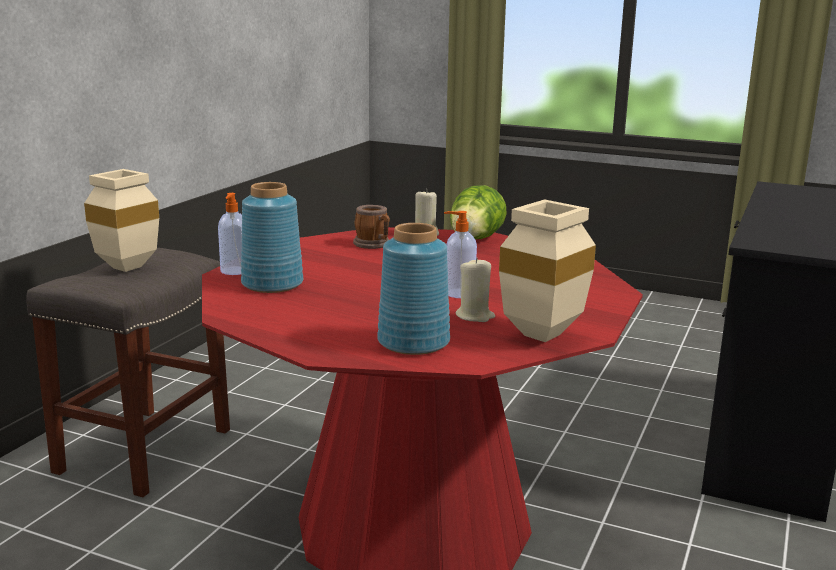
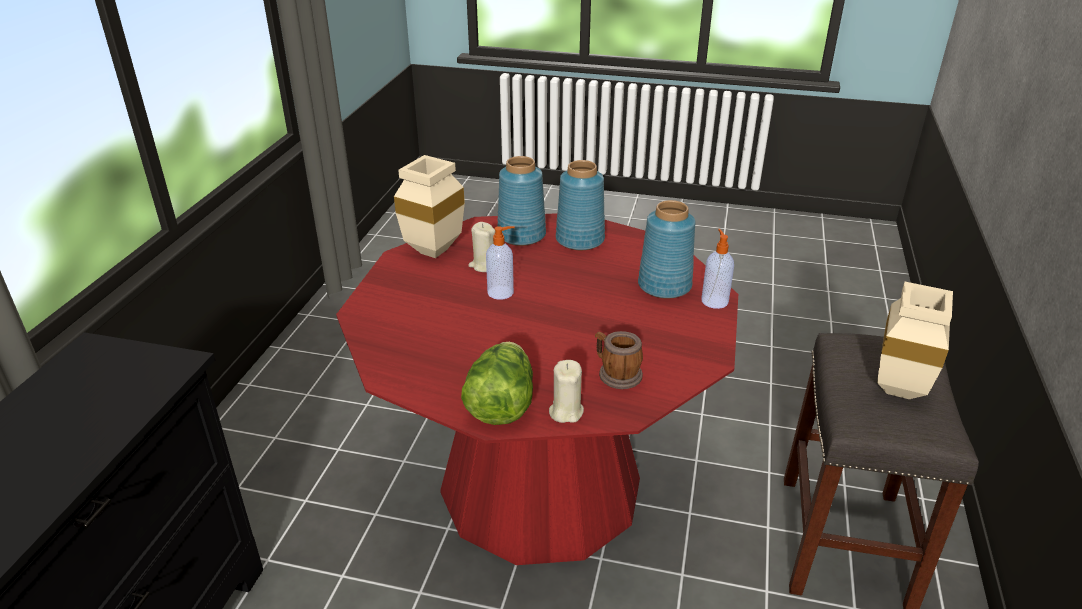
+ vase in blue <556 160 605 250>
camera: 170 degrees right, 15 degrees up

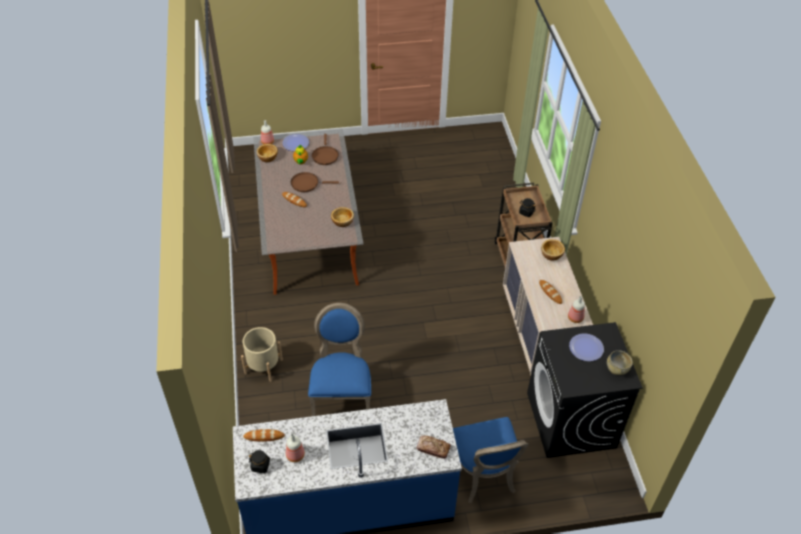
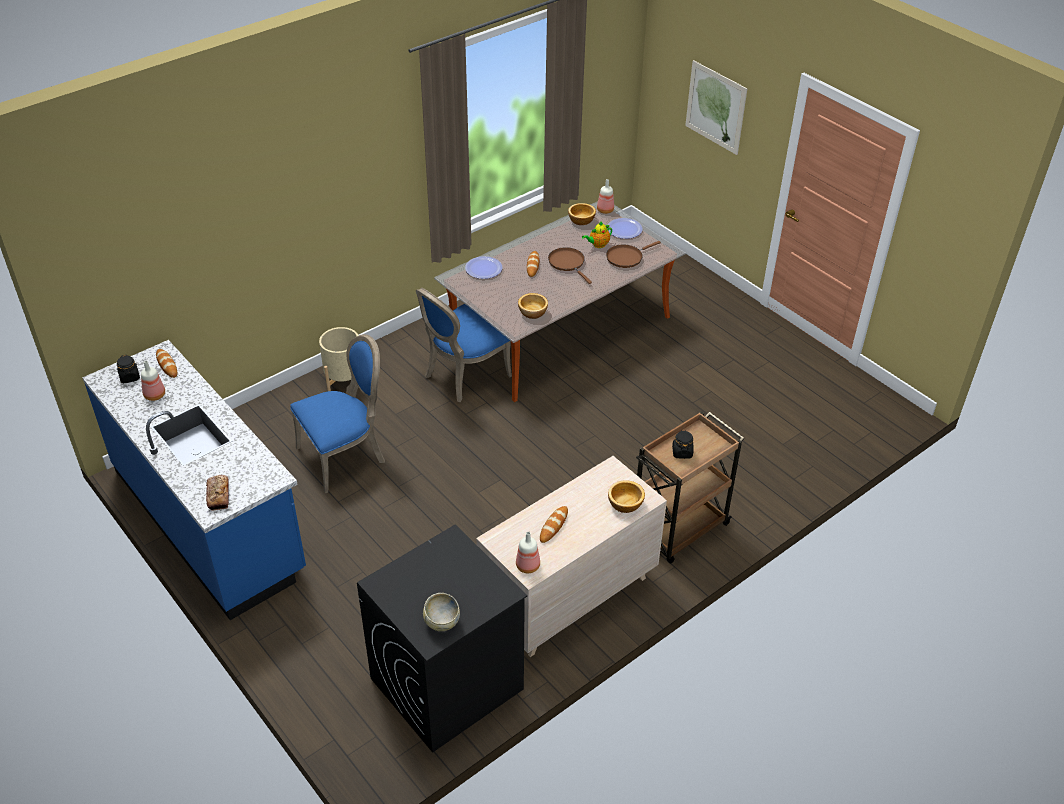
~ chair in blue <453 417 528 503> to <416 288 512 402>
~ plate <569 333 604 361> to <465 256 502 279>
+ picture <685 60 747 155>
camera: 60 degrees right, 5 degrees down

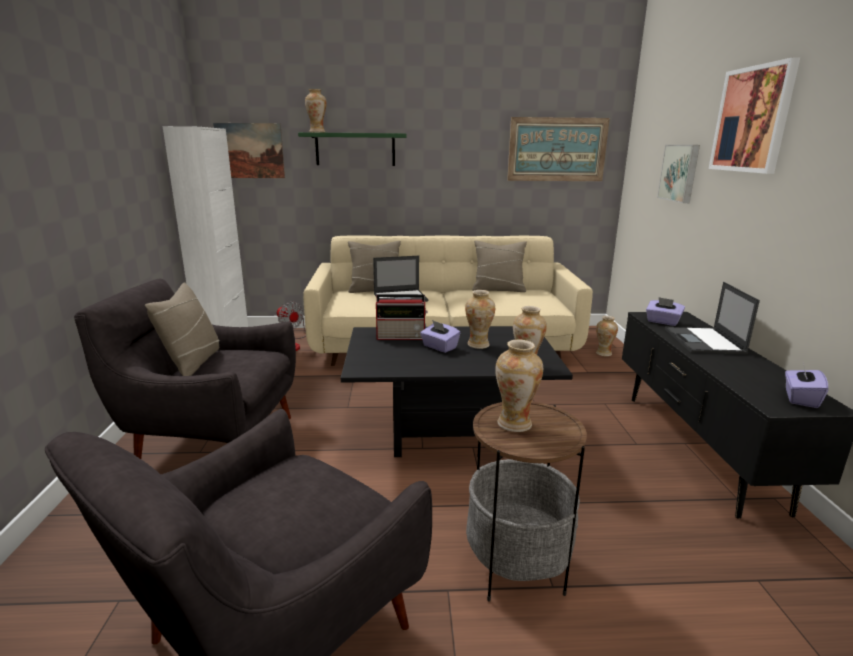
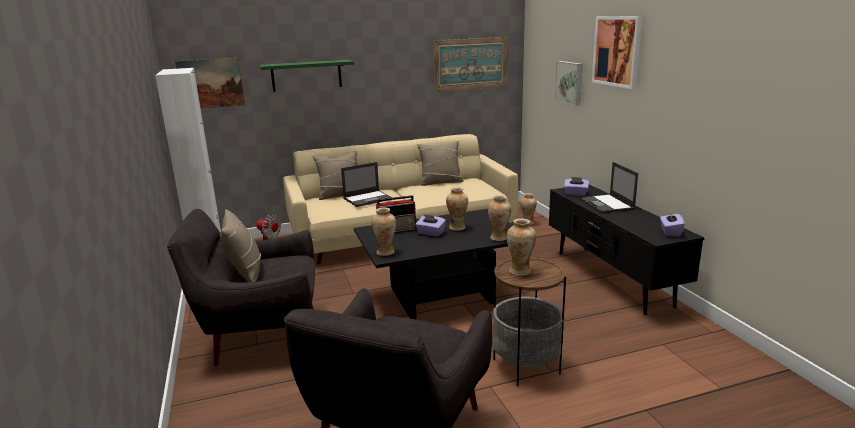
~ vase <305 89 327 133> to <371 208 396 256>
camera: 15 degrees left, 0 degrees up

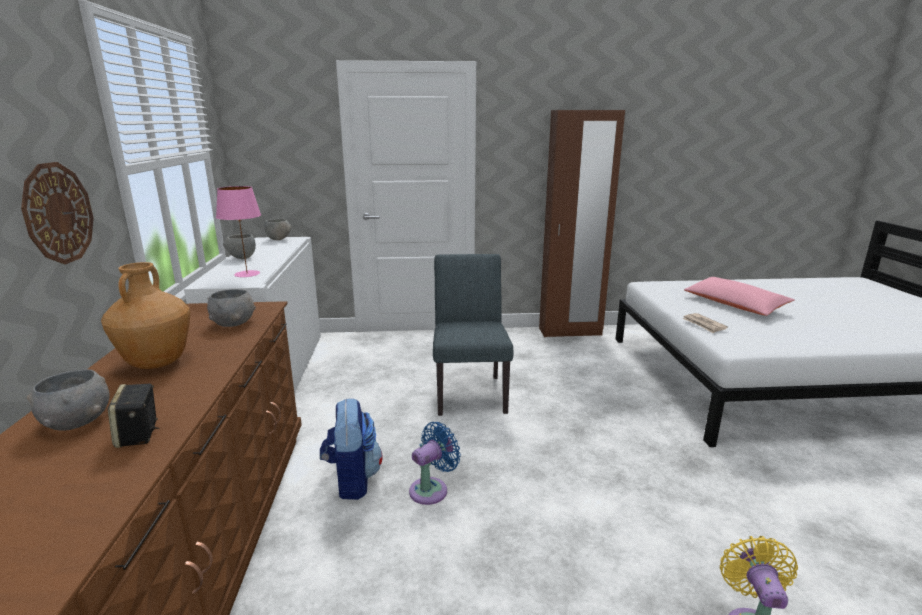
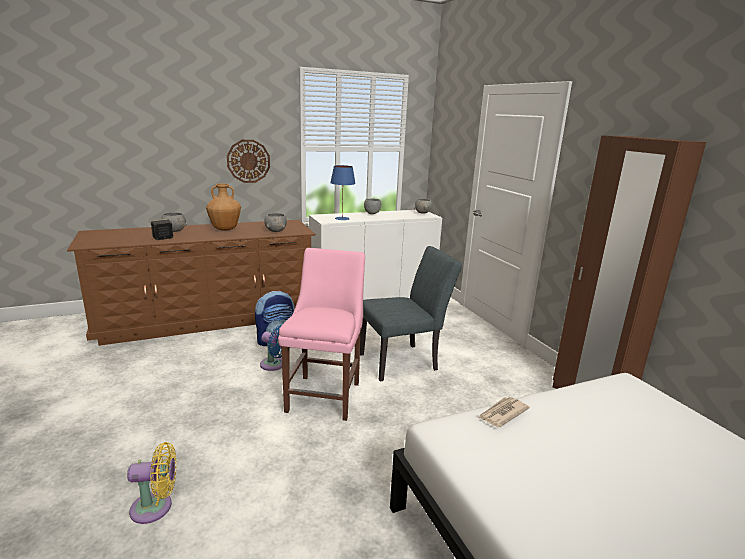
~ table lamp in pink <216 186 261 277> to table lamp in blue <330 165 356 220>
- pillow in pink <684 277 795 316>
+ chair in pink <278 248 365 421>
camera: 70 degrees right, 0 degrees up

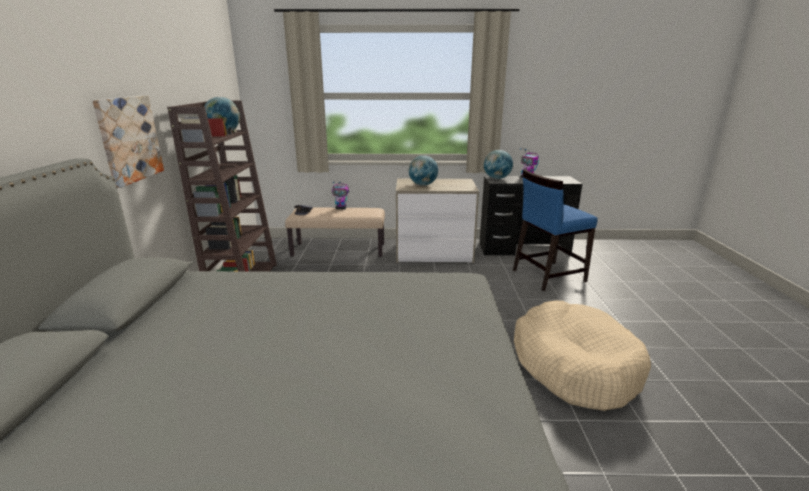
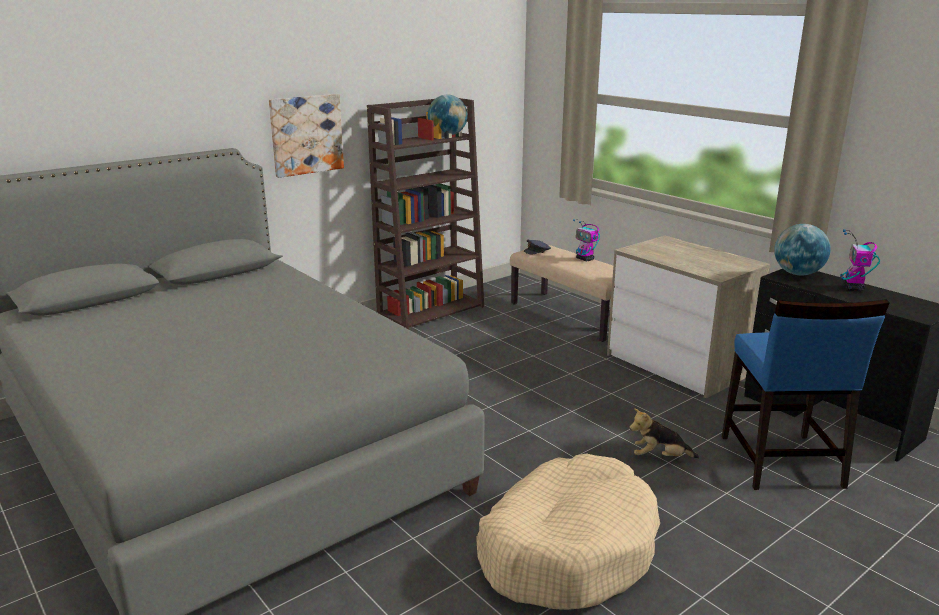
- globe <408 155 438 186>
~ chair in blue <513 169 598 291> = <722 299 890 490> 120 degrees counterclockwise
+ plush toy <630 408 699 458>
camera: 50 degrees right, 0 degrees up

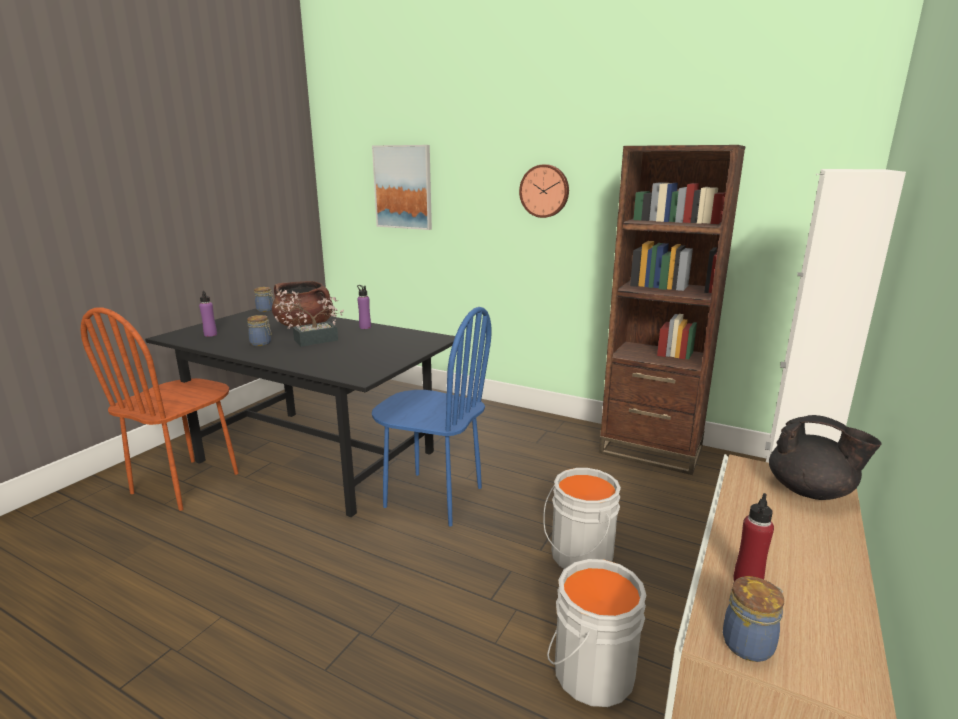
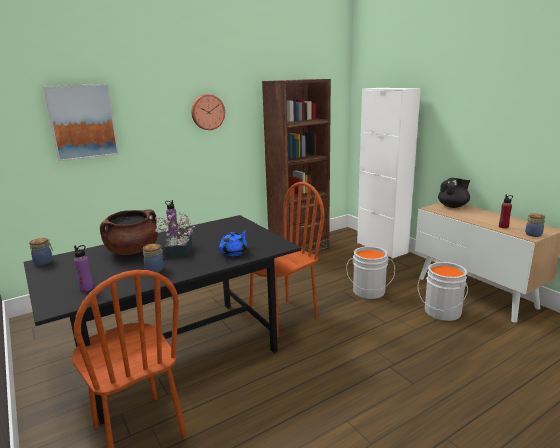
~ chair in blue <372 307 492 527> to chair in brown <250 182 324 337>
+ teapot in blue <219 229 247 256>
camera: 60 degrees left, 0 degrees up

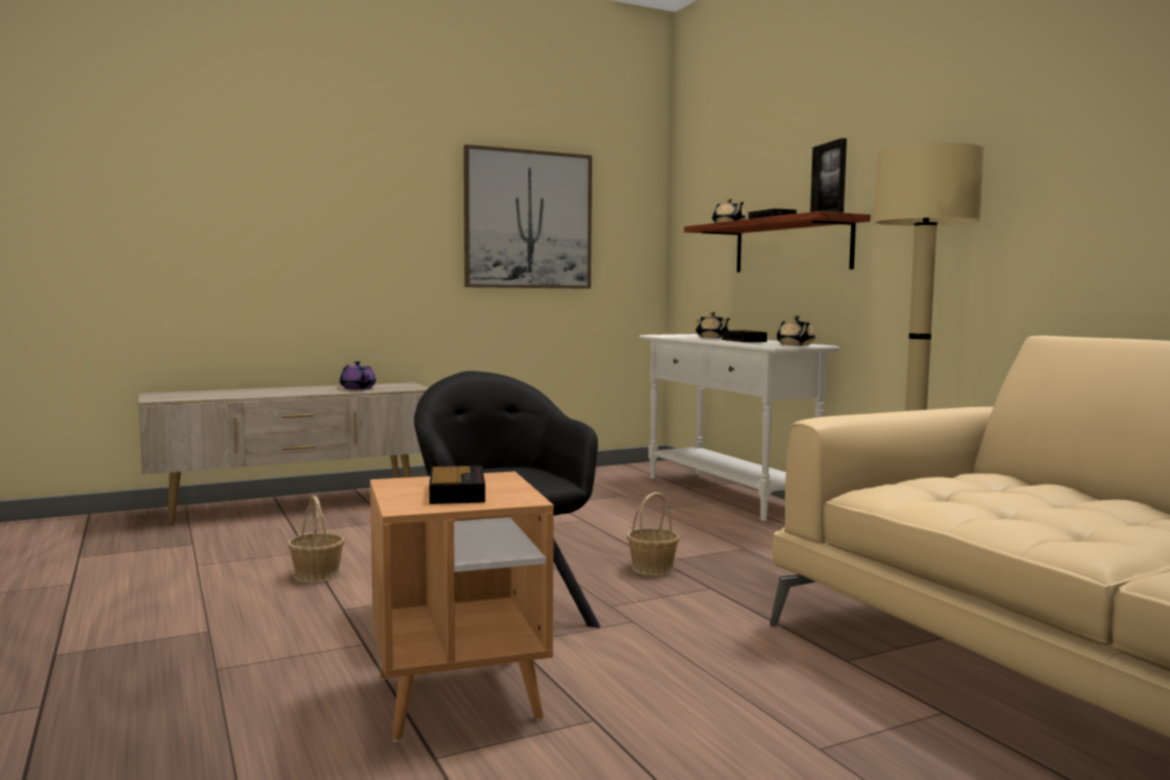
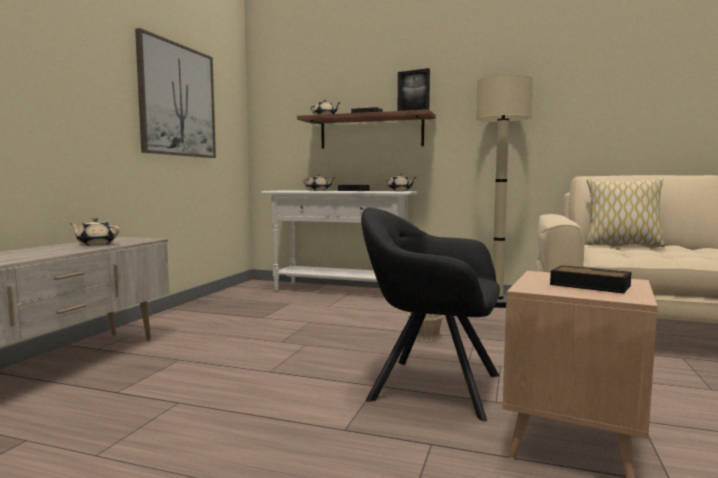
- basket <288 496 345 583>
~ teapot in purple <340 361 376 390> to teapot in beige <69 218 120 245>
+ pillow <587 178 665 247>
camera: 45 degrees left, 0 degrees up

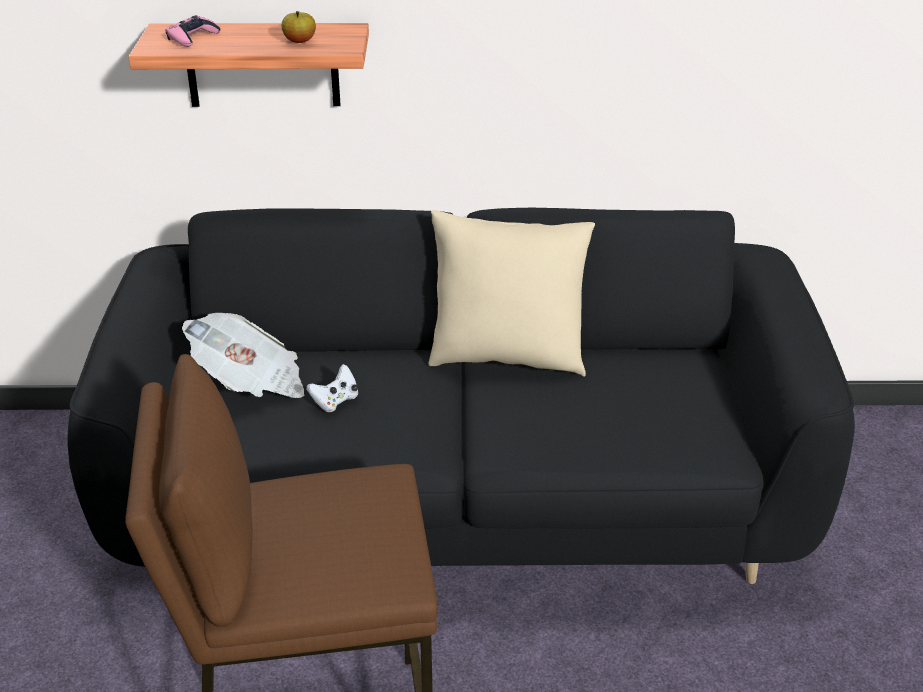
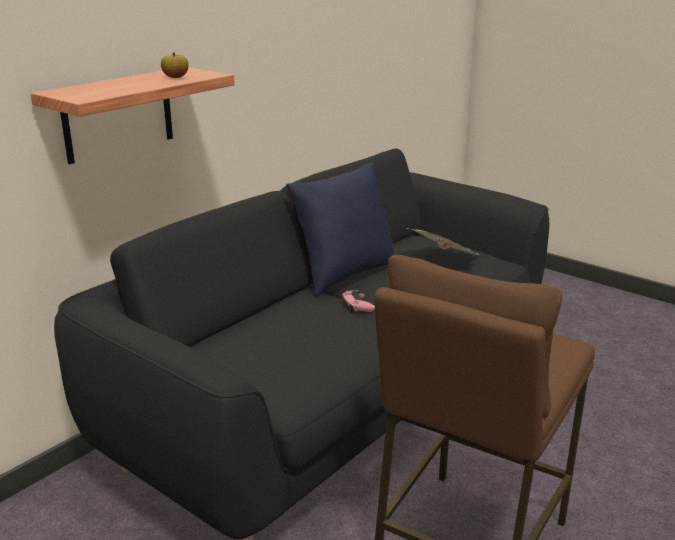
~ game controller in pink <165 15 221 47> to <342 290 375 313>
~ newspaper <182 313 305 398> to <406 228 478 255>
- game controller in white <306 364 358 412>
~ pillow in beige <428 210 595 376> to pillow in blue <286 162 395 296>
camera: 50 degrees left, 10 degrees down

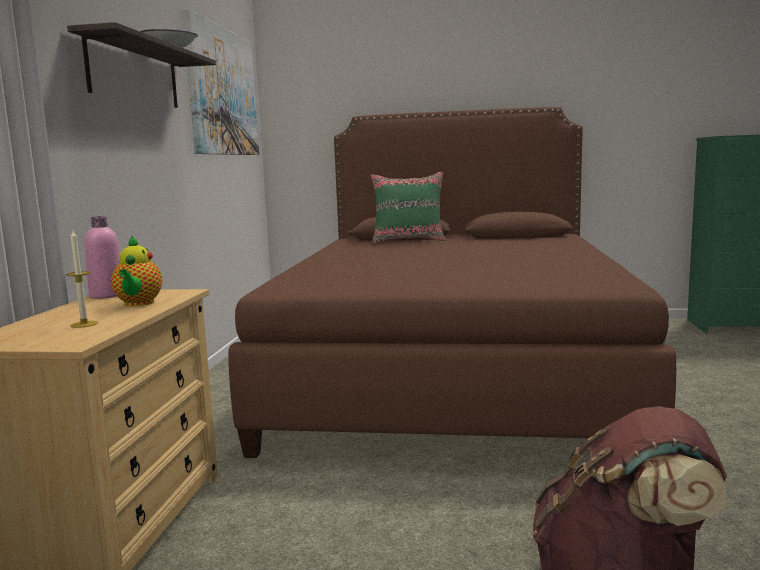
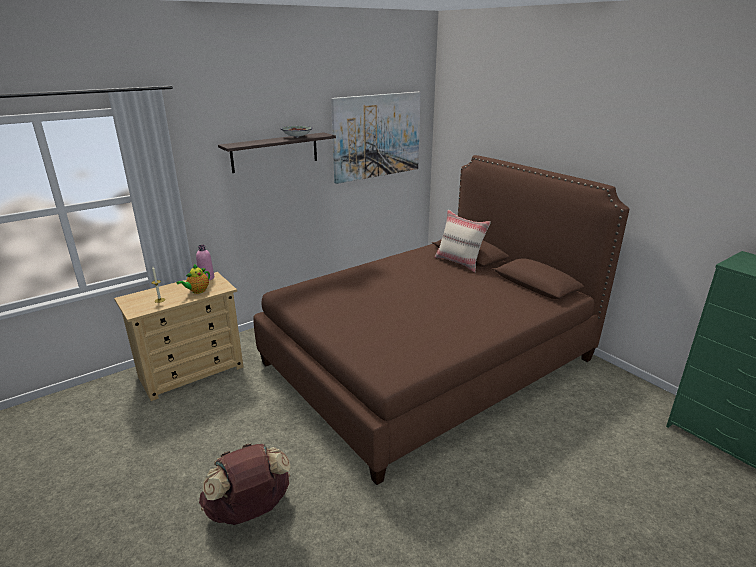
~ pillow in green <371 171 446 243> to pillow in beige <435 210 491 272>
camera: 45 degrees right, 15 degrees up

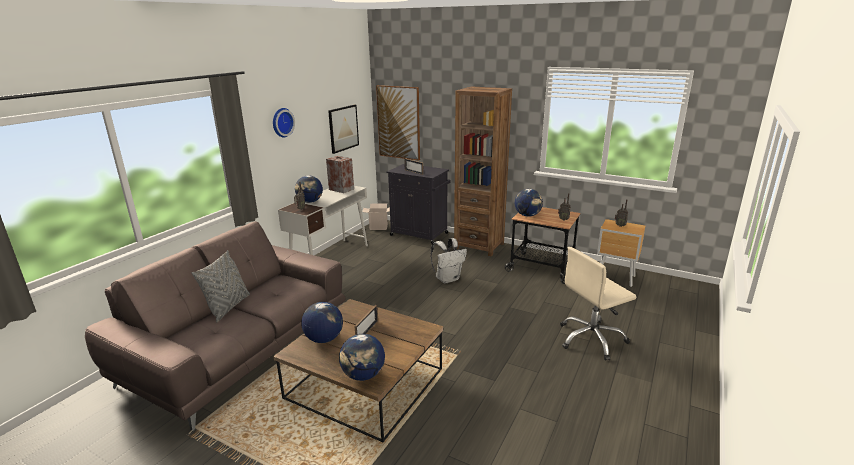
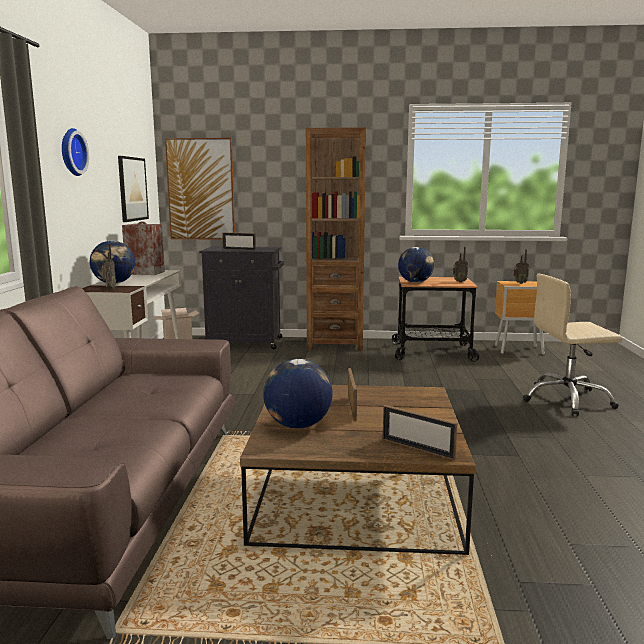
- pillow in grey <192 250 250 322>
~ globe <339 334 385 381> to picture frame <383 405 457 460>
- backpack in white <431 238 467 284>
~ office chair in beige <560 247 636 361> = <523 274 622 416> 45 degrees clockwise
camera: 25 degrees left, 10 degrees down

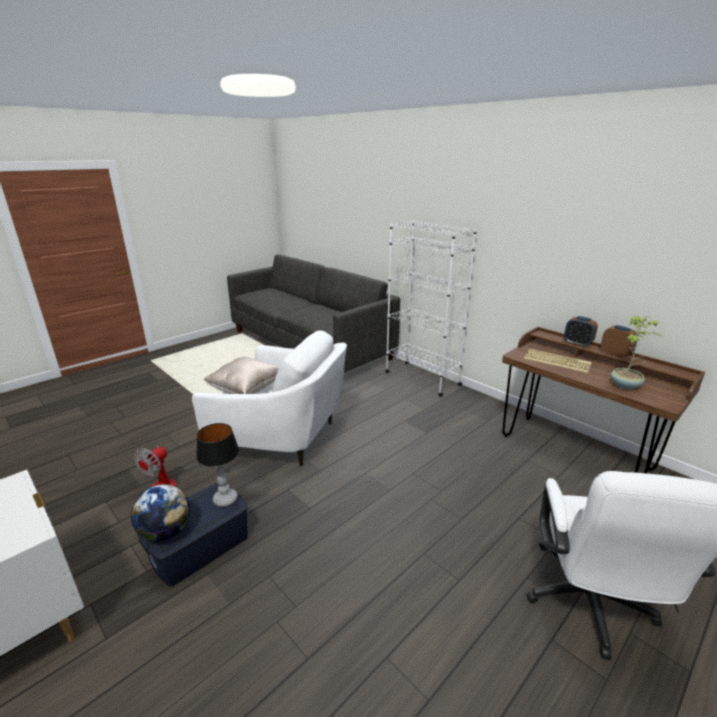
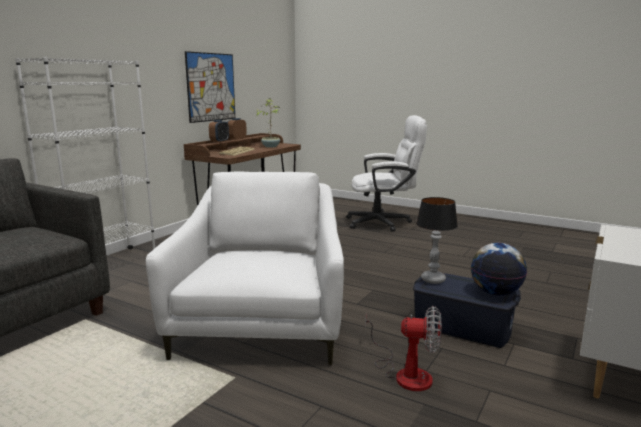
- pillow in beige <203 357 279 394>
+ picture <185 51 235 123>
camera: 105 degrees left, 10 degrees down

